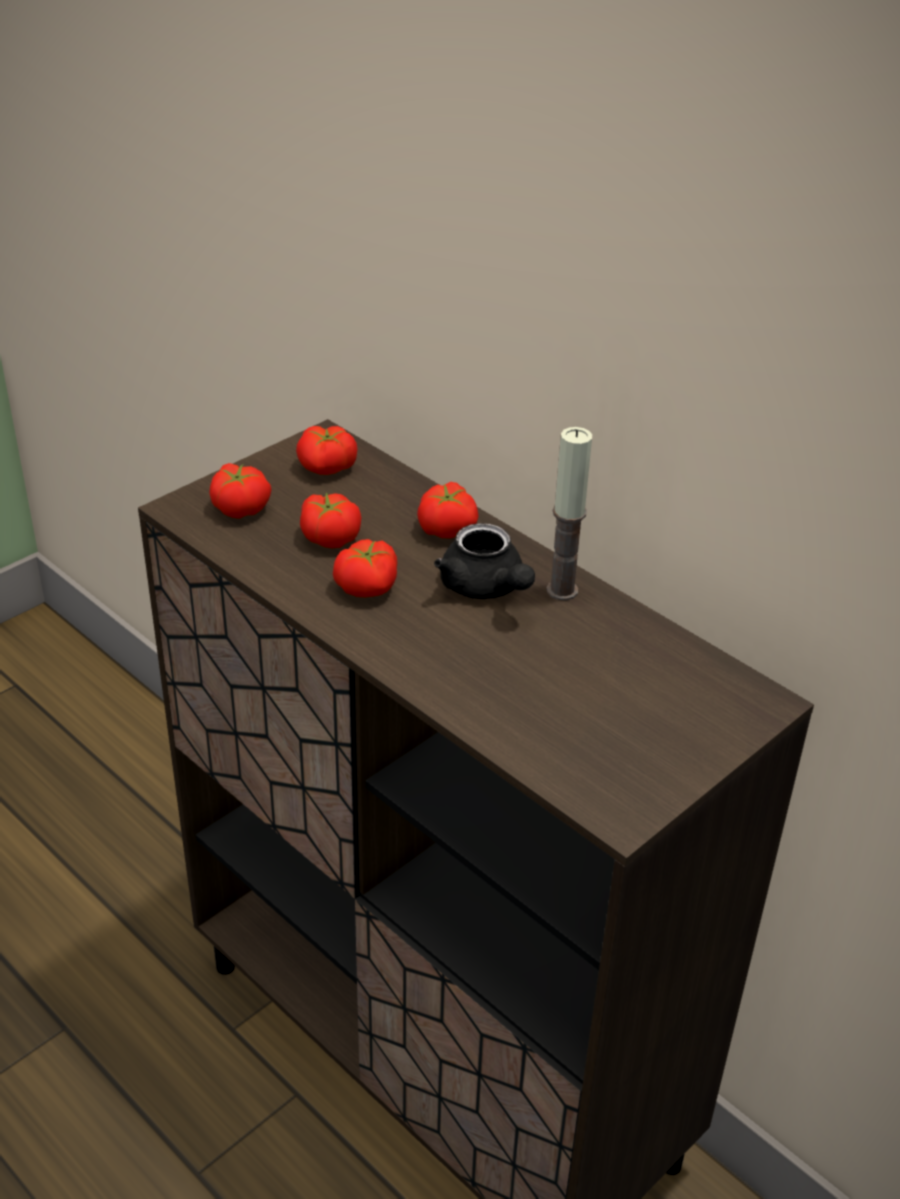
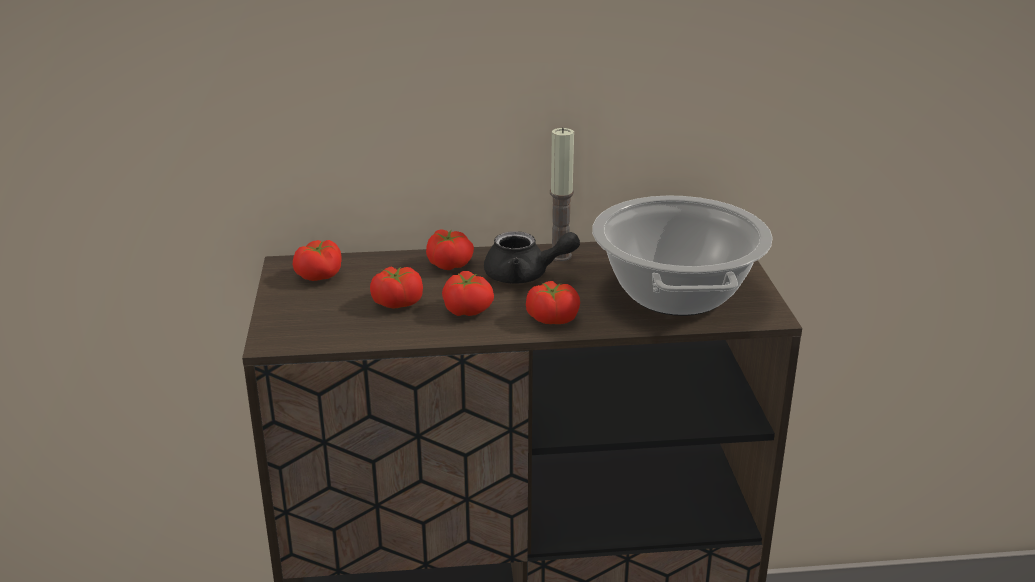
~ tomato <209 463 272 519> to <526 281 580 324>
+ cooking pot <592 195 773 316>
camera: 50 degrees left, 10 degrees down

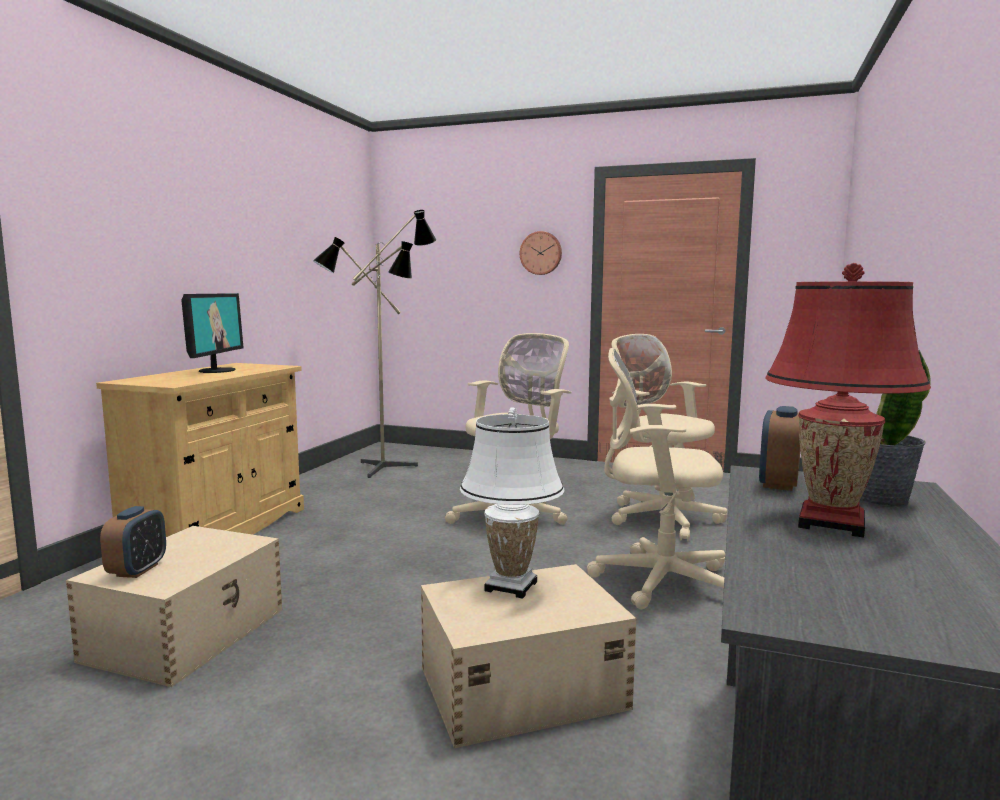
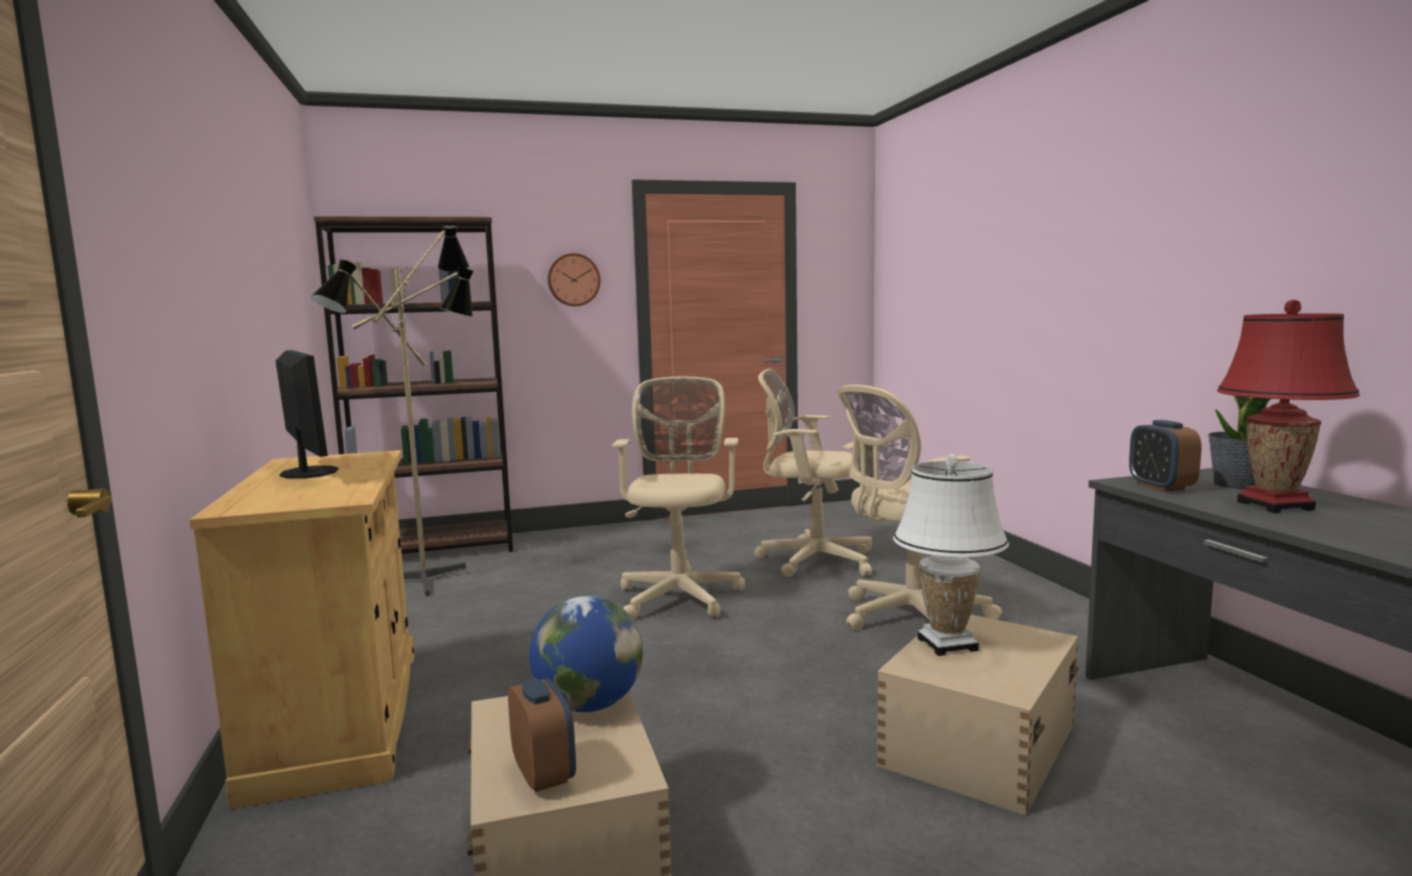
+ bookcase in brown <313 216 513 554>
+ globe <529 596 643 712>
camera: 35 degrees left, 0 degrees up

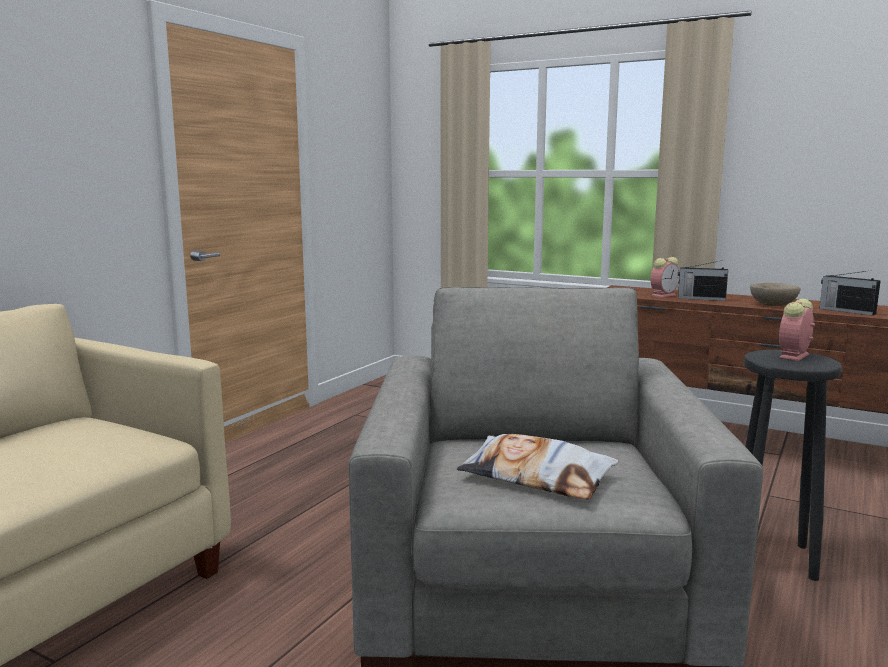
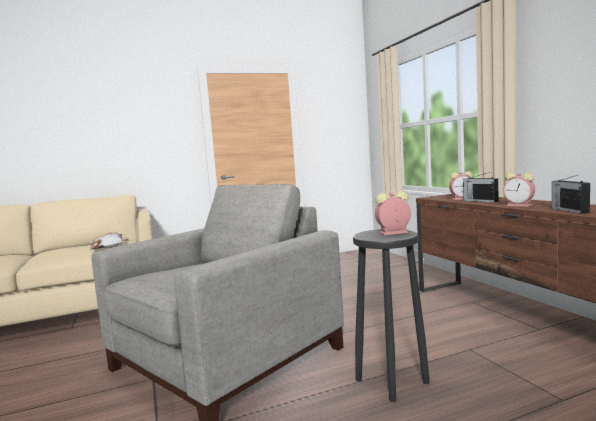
~ pillow <457 434 619 499> to <90 232 122 249>
~ bowl in beige <750 283 801 306> to alarm clock <503 173 535 207>
camera: 40 degrees right, 5 degrees down

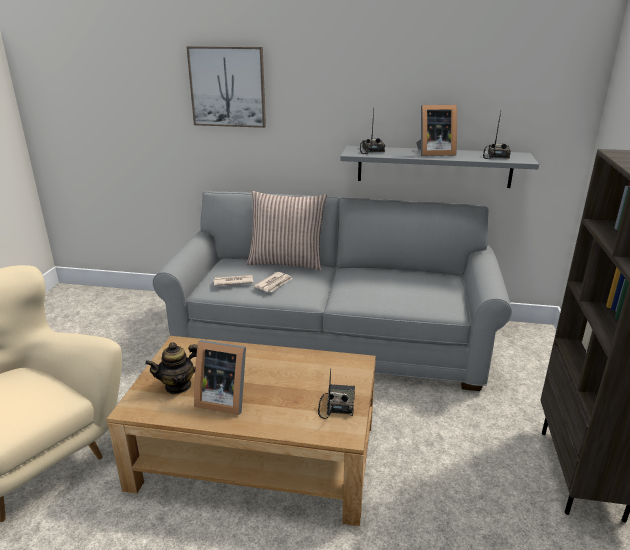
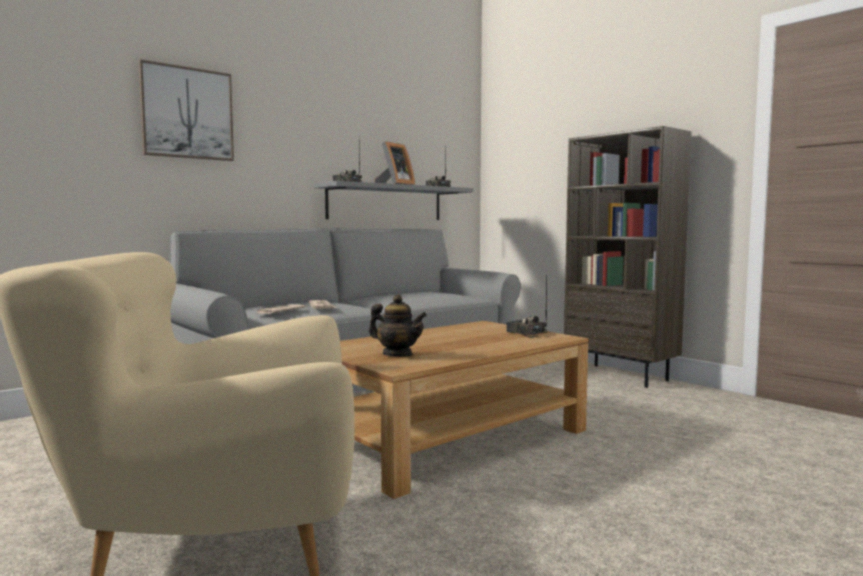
~ teapot <145 342 198 394> = <369 295 427 357> 75 degrees counterclockwise
- picture frame <194 340 246 415>
- pillow <247 191 327 270>
camera: 50 degrees left, 20 degrees down

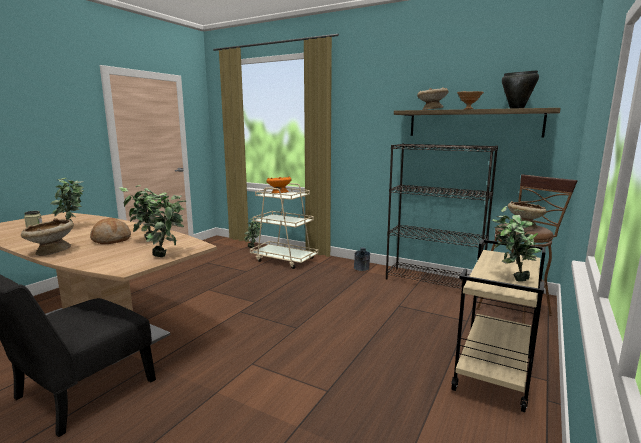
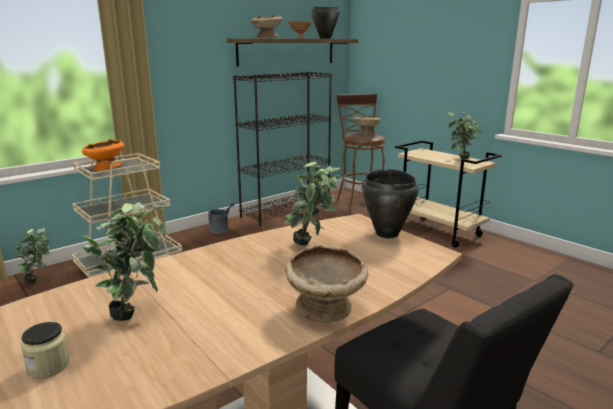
- bread <90 218 131 244>
~ potted plant <143 193 186 257> to cooking pot in black <362 169 419 238>
camera: 70 degrees left, 5 degrees up

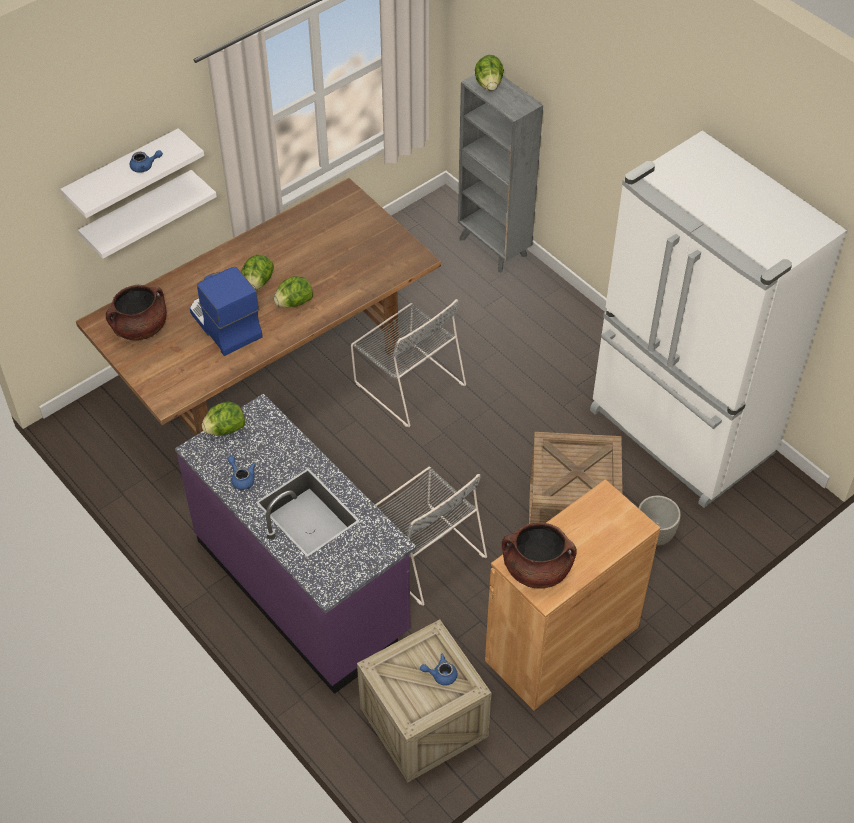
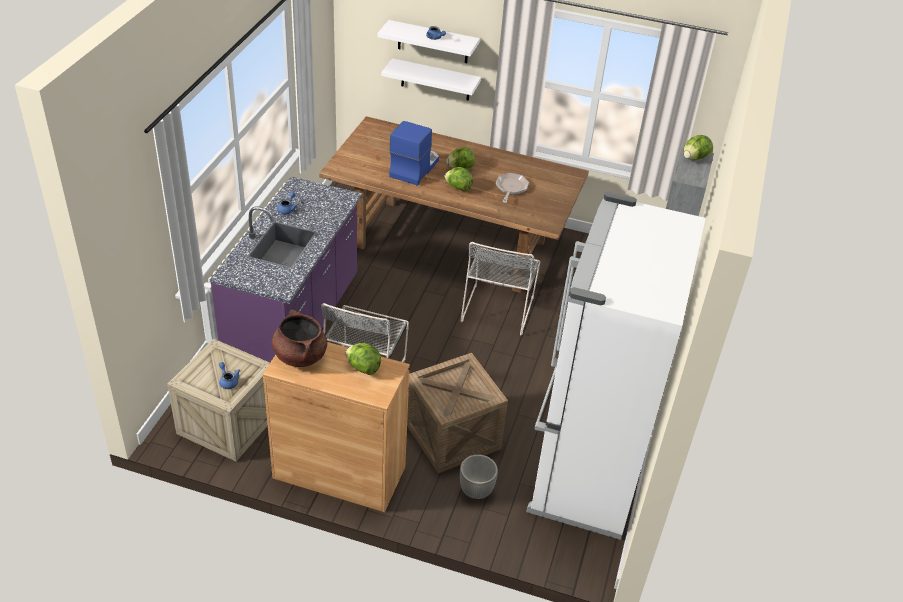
- cooking pot in brown <106 285 167 340>
~ lettuce <202 402 245 435> to <345 343 381 375>
+ frying pan <496 173 529 203>
camera: 55 degrees right, 10 degrees down

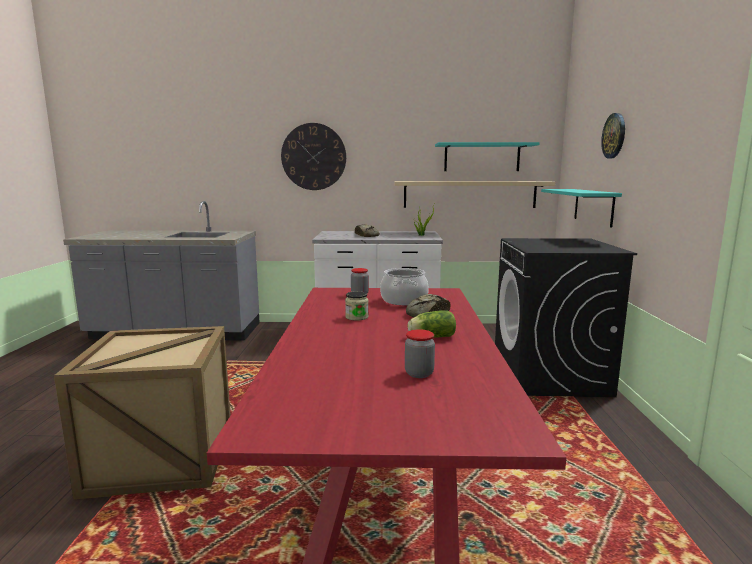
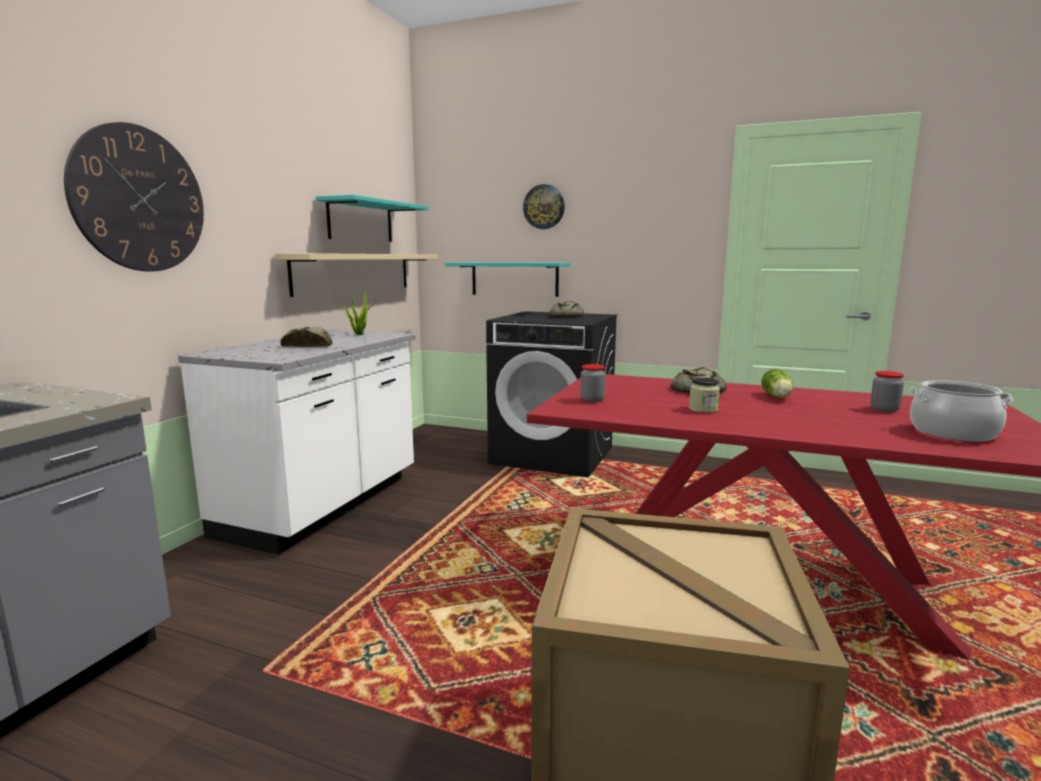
~ cooking pot <380 268 429 305> to <909 380 1013 442>
+ bread <548 301 584 318>
camera: 70 degrees left, 0 degrees up

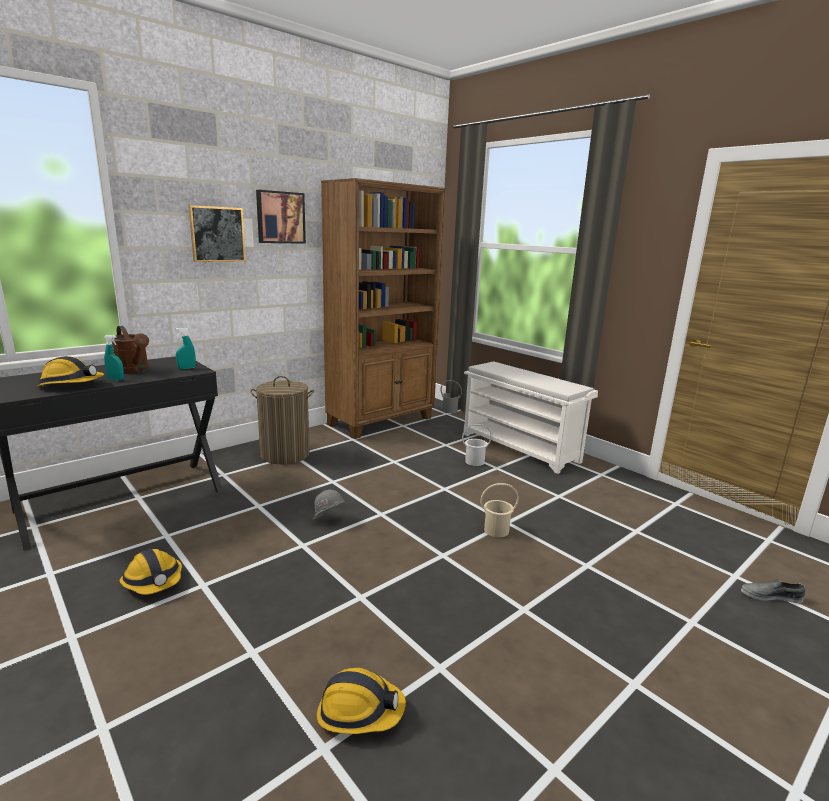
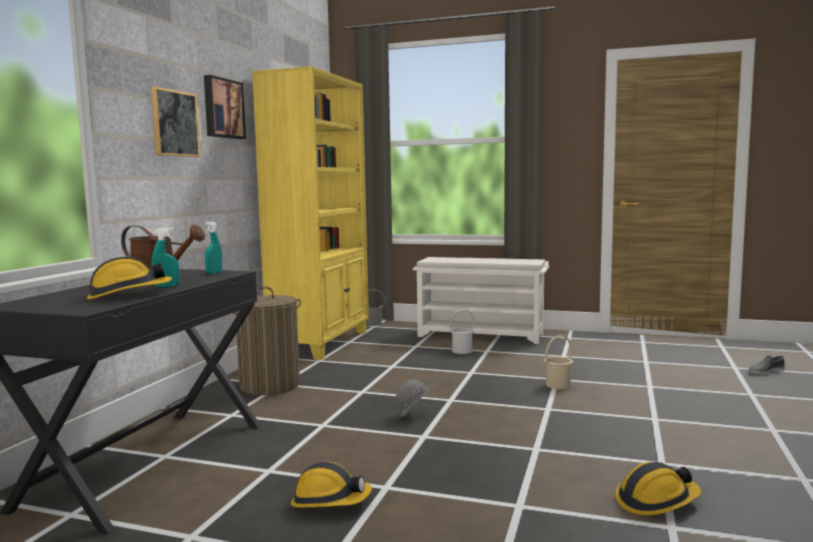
~ bookcase in brown <321 178 446 439> to bookcase in yellow <252 66 369 360>
camera: 30 degrees left, 10 degrees down

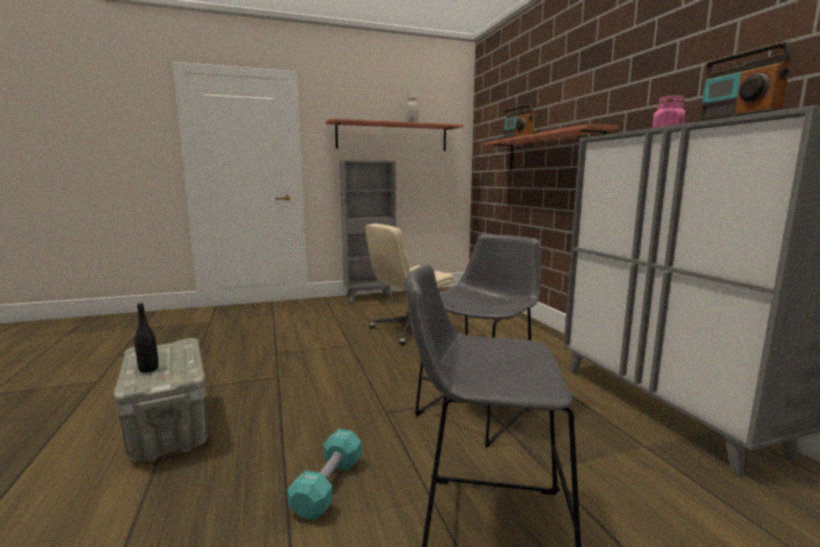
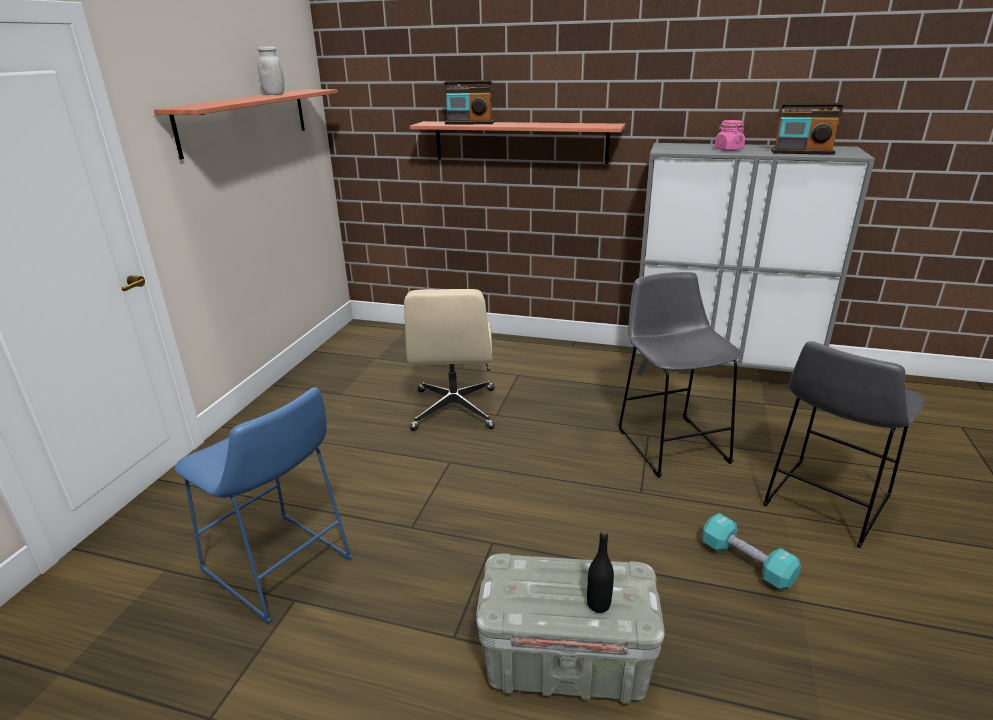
- bookcase in grey <339 160 396 302>
+ stool in blue <174 387 352 624>
camera: 55 degrees left, 15 degrees up

